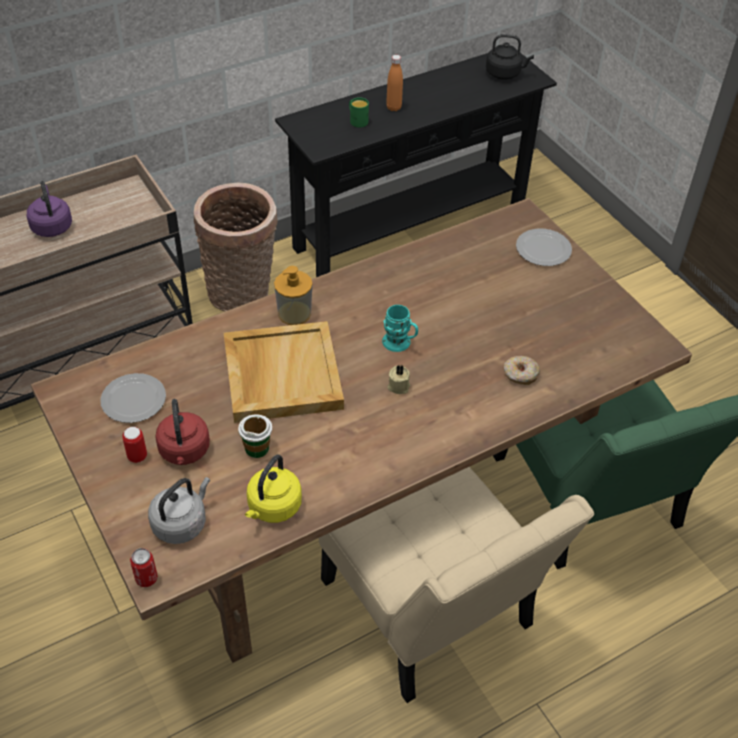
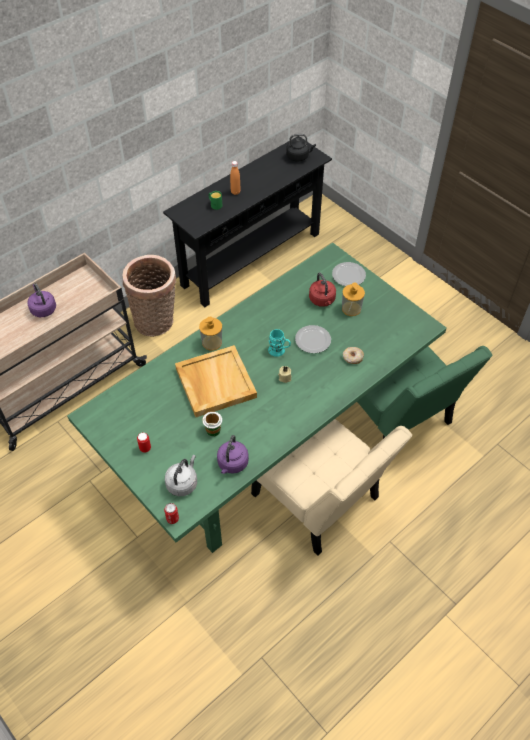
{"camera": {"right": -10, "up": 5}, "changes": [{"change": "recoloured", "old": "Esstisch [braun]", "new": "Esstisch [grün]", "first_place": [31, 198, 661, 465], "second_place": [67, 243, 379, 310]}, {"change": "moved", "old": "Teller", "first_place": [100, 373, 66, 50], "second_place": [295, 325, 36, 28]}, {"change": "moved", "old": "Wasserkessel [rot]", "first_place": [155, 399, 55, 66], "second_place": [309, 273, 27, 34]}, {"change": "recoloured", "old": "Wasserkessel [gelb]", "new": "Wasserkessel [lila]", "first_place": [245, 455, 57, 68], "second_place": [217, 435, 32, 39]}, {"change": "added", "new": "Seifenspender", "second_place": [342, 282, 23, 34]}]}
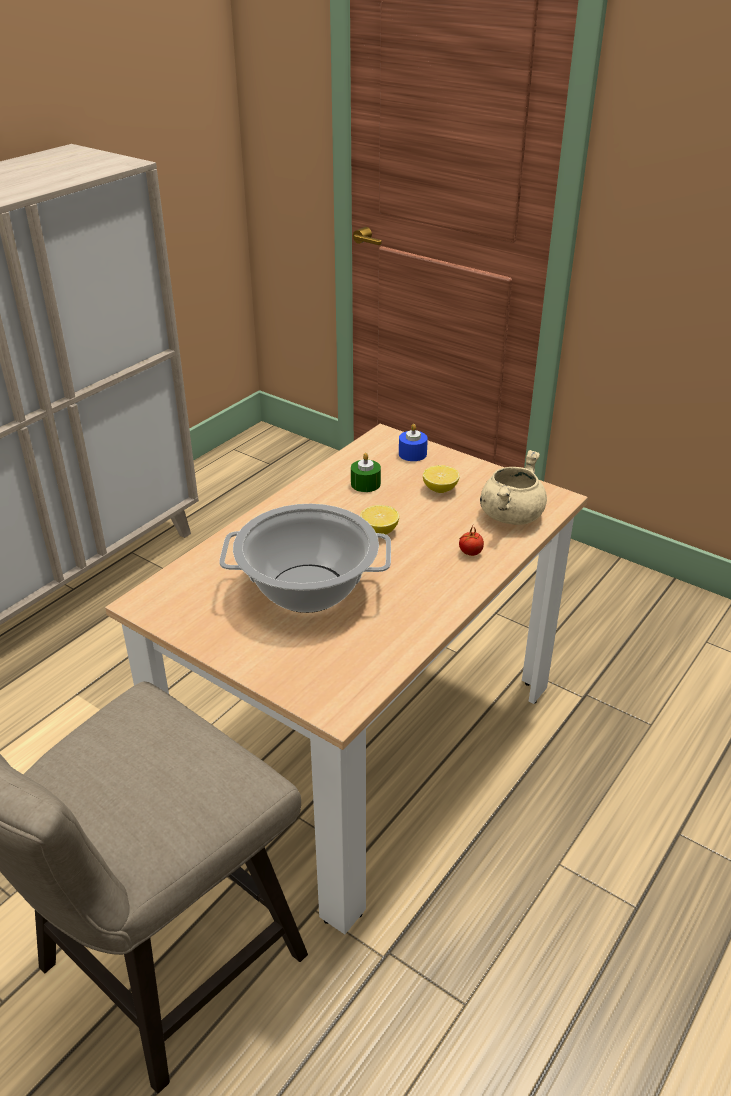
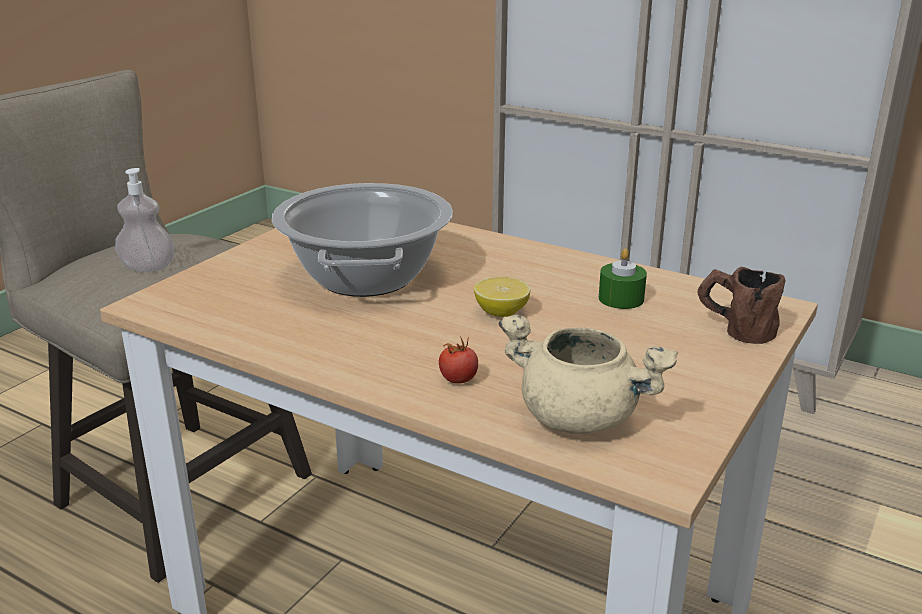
{"camera": {"right": 85, "up": -10}, "changes": [{"change": "replaced", "old": "Kerze [blau]", "new": "Henkelbecher [braun]", "first_place": [399, 424, 29, 37], "second_place": [697, 267, 89, 77]}, {"change": "removed", "old": "Zitrone", "first_place": [423, 465, 37, 28]}, {"change": "added", "new": "Seifenspender", "second_place": [115, 168, 60, 104]}]}
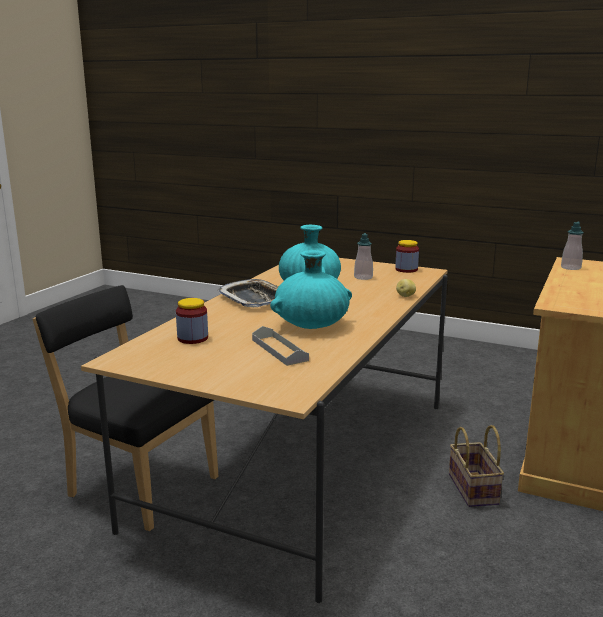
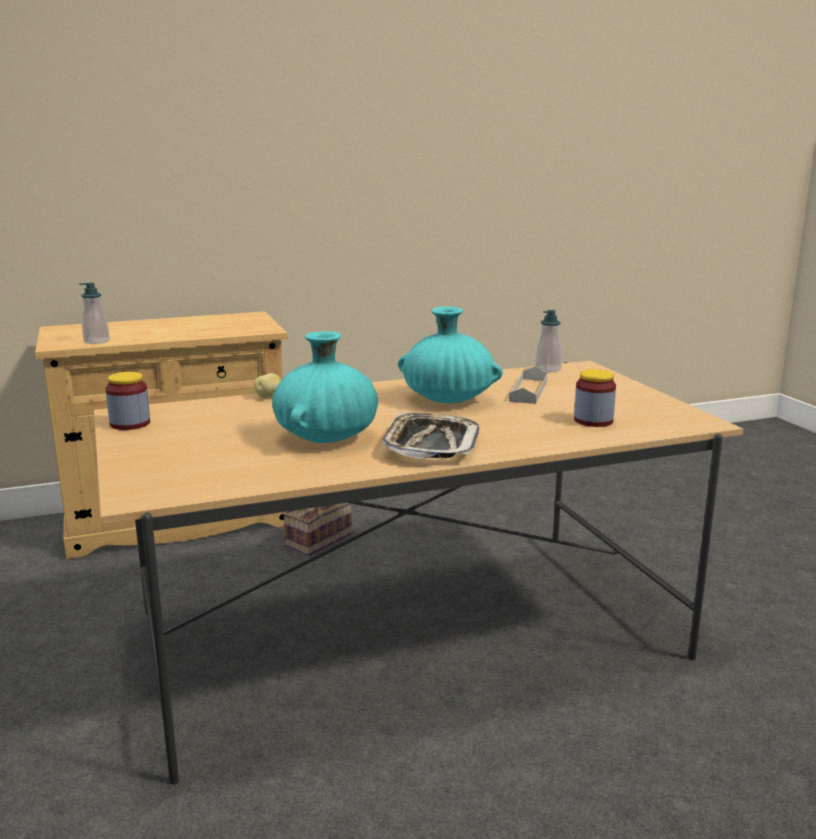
{"camera": {"right": -135, "up": 0}, "changes": [{"change": "removed", "old": "Stuhl [schwarz]", "first_place": [33, 285, 185, 246]}, {"change": "moved", "old": "Seifenspender", "first_place": [354, 233, 19, 47], "second_place": [535, 310, 27, 62]}]}
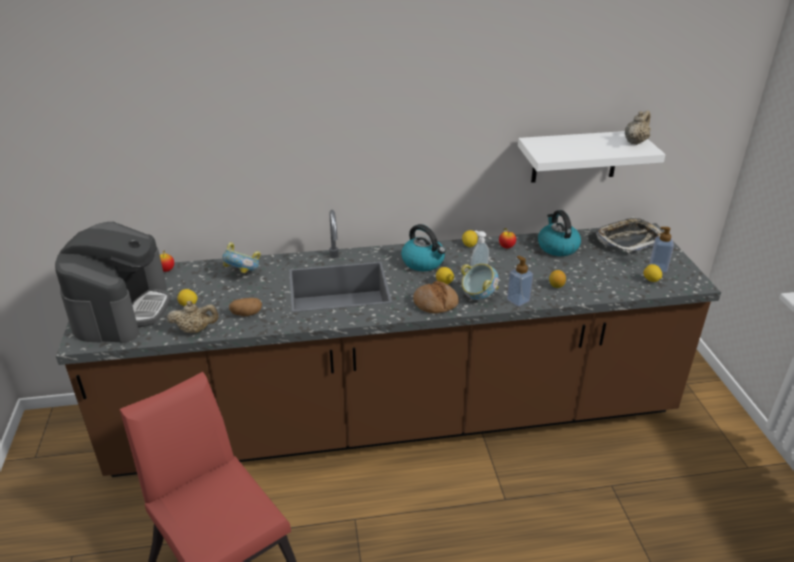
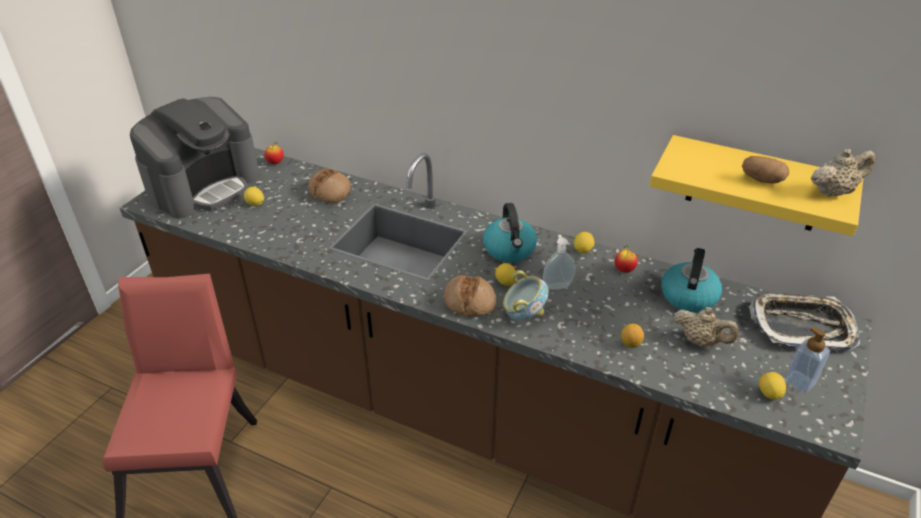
{"camera": {"right": 35, "up": 5}, "changes": [{"change": "moved", "old": "Teekanne [beige]", "first_place": [167, 301, 52, 32], "second_place": [674, 307, 65, 40]}, {"change": "replaced", "old": "Schüssel", "new": "Brot", "first_place": [222, 242, 39, 31], "second_place": [308, 169, 43, 34]}, {"change": "moved", "old": "Kartoffel", "first_place": [229, 298, 33, 18], "second_place": [742, 156, 47, 28]}, {"change": "removed", "old": "Seifenspender", "first_place": [507, 256, 26, 50]}, {"change": "recoloured", "old": "Wandregal [weiß]", "new": "Wandregal [gelb]", "first_place": [518, 131, 148, 52], "second_place": [649, 135, 214, 101]}]}
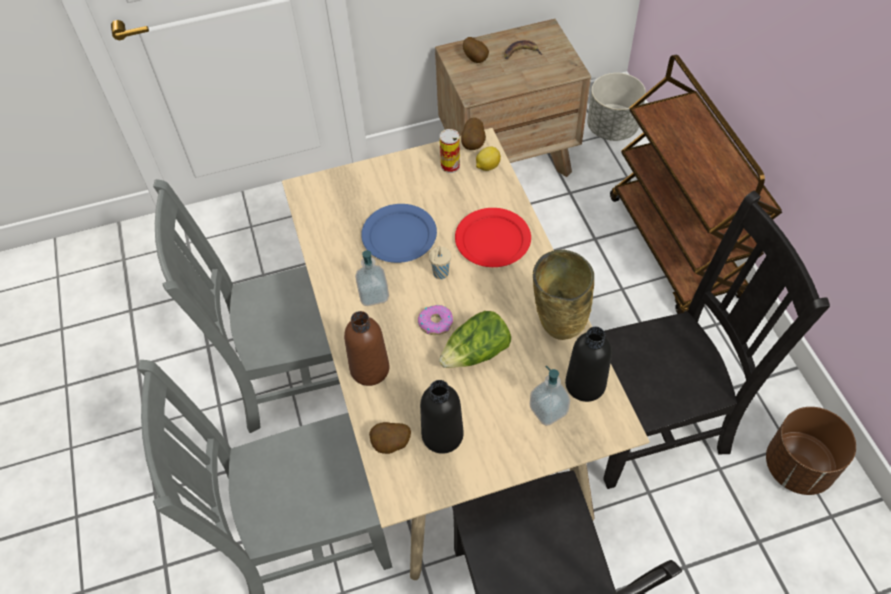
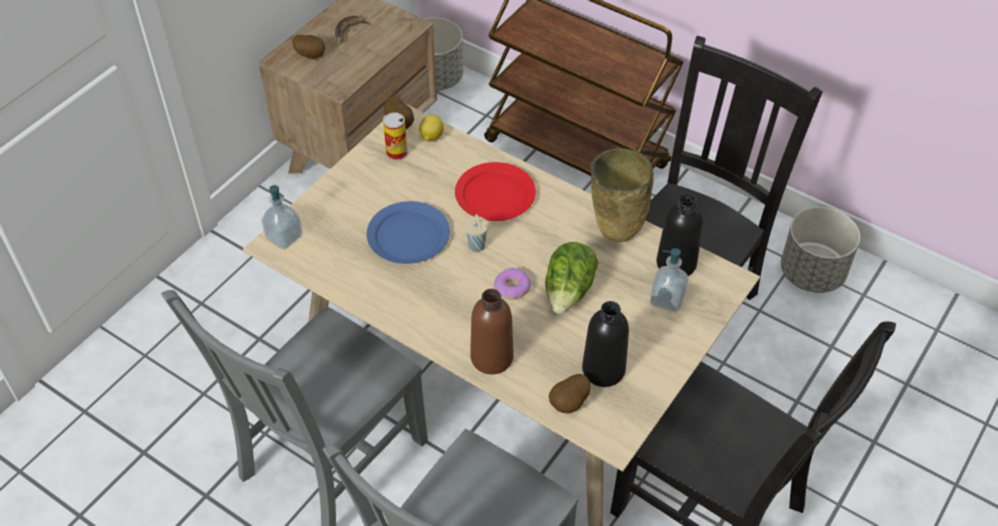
{"camera": {"right": -40, "up": -5}, "changes": [{"change": "moved", "old": "Seifenspender", "first_place": [355, 250, 34, 56], "second_place": [262, 185, 40, 64]}, {"change": "recoloured", "old": "Pflanzkübel [braun]", "new": "Pflanzkübel [grau]", "first_place": [766, 407, 90, 88], "second_place": [781, 207, 79, 86]}]}
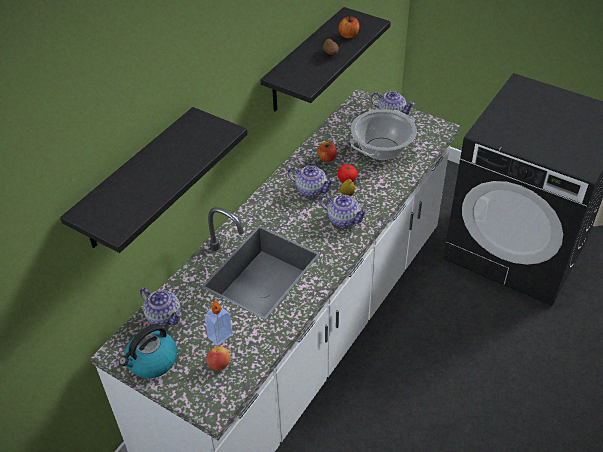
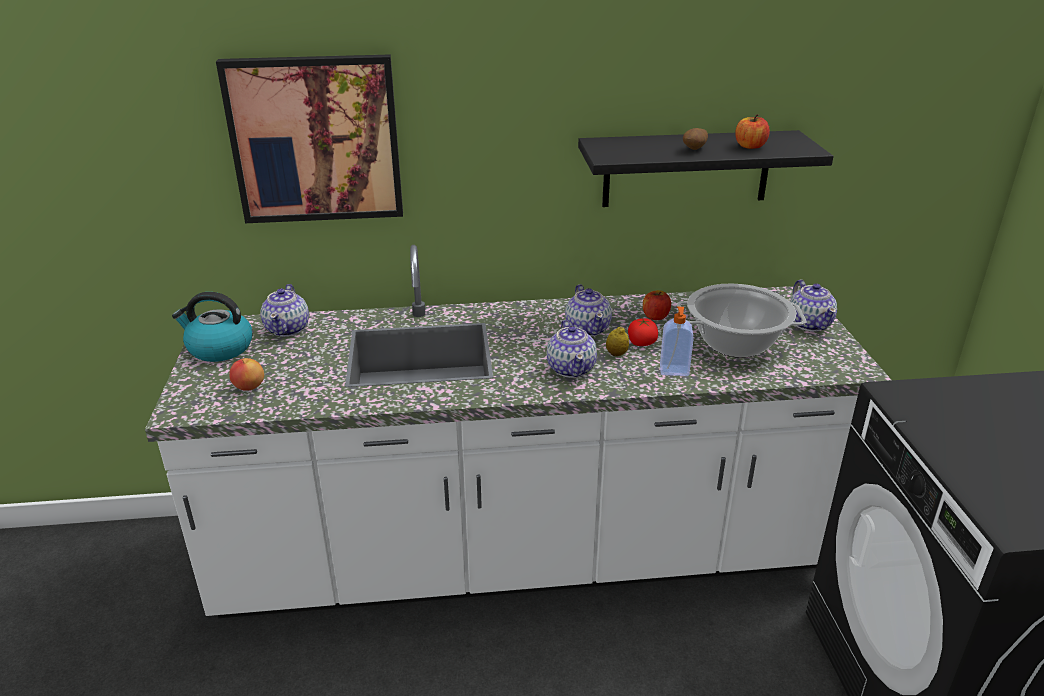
{"camera": {"right": 50, "up": -15}, "changes": [{"change": "replaced", "old": "Wandregal [schwarz]", "new": "Bild", "first_place": [60, 107, 188, 146], "second_place": [216, 54, 187, 169]}, {"change": "moved", "old": "Seifenspender", "first_place": [205, 301, 28, 45], "second_place": [660, 307, 34, 69]}]}
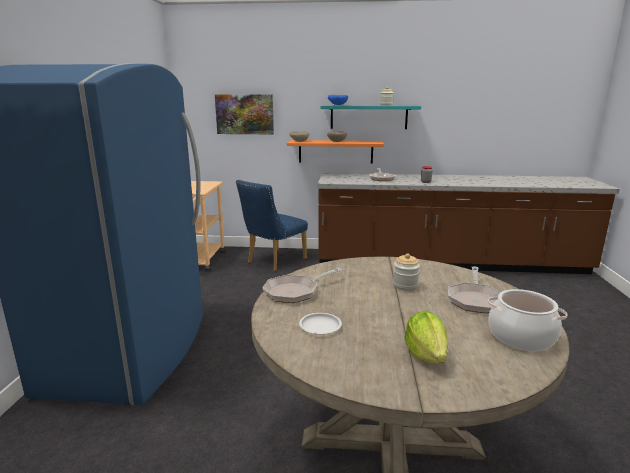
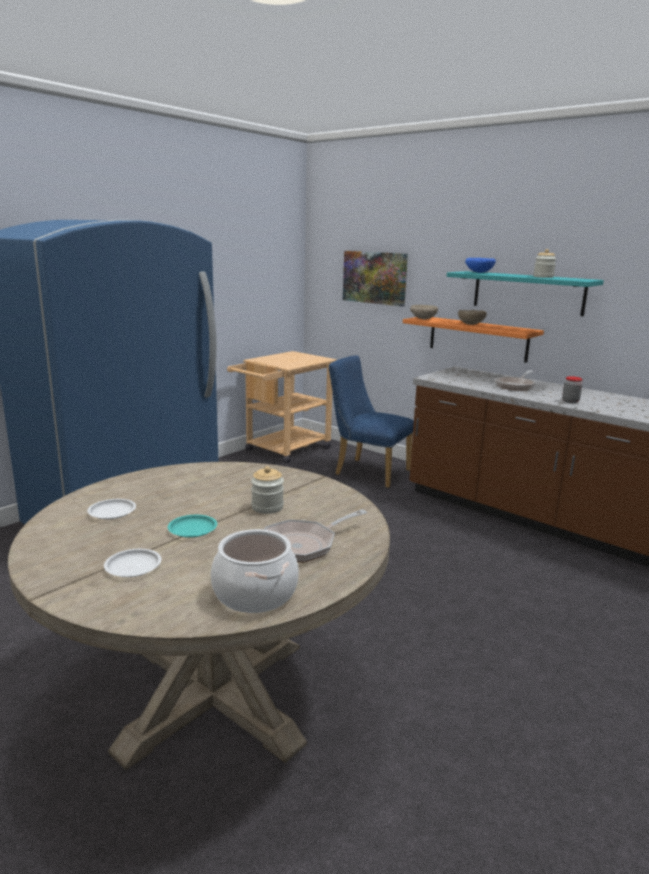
{"camera": {"right": 35, "up": 0}, "changes": [{"change": "turned", "old": "Stuhl [blau]", "first_place": [236, 180, 72, 91], "second_place": [329, 355, 85, 133], "degrees": 45}, {"change": "removed", "old": "Pfanne", "first_place": [263, 268, 80, 35]}, {"change": "replaced", "old": "Salatkopf", "new": "Teller [weiß]", "first_place": [404, 311, 44, 52], "second_place": [104, 549, 58, 28]}, {"change": "added", "new": "Teller [türkis]", "second_place": [168, 515, 49, 23]}]}
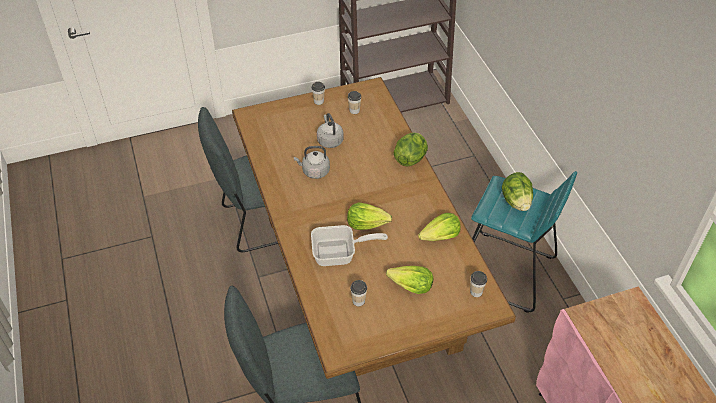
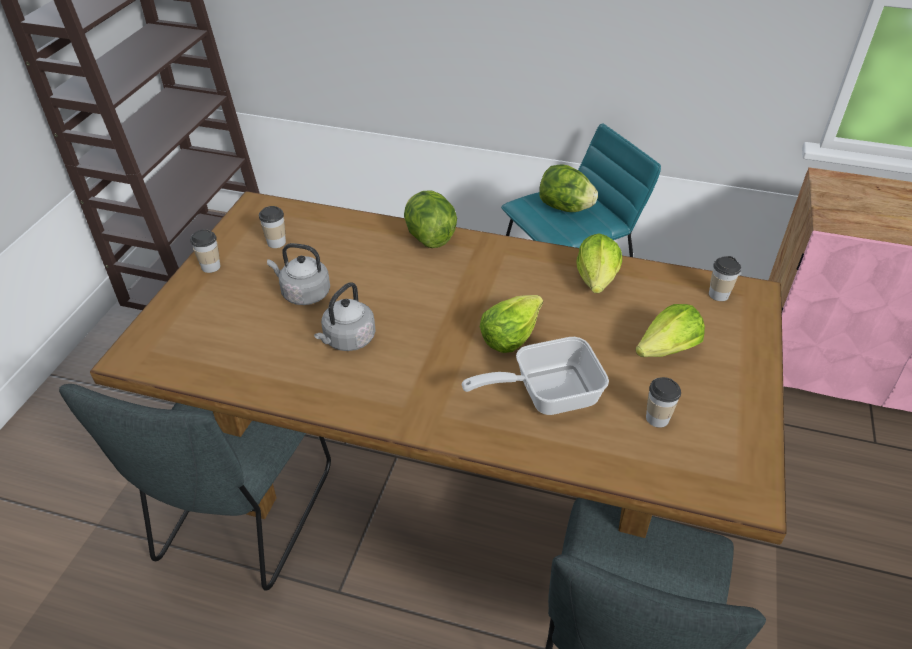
{"camera": {"right": -55, "up": -5}, "changes": [{"change": "turned", "old": "Pfanne", "first_place": [311, 225, 77, 41], "second_place": [462, 337, 147, 78], "degrees": -135}]}
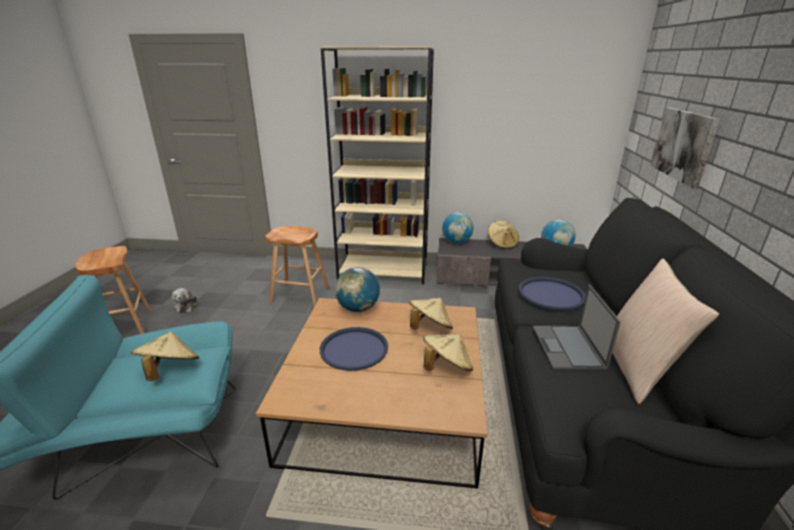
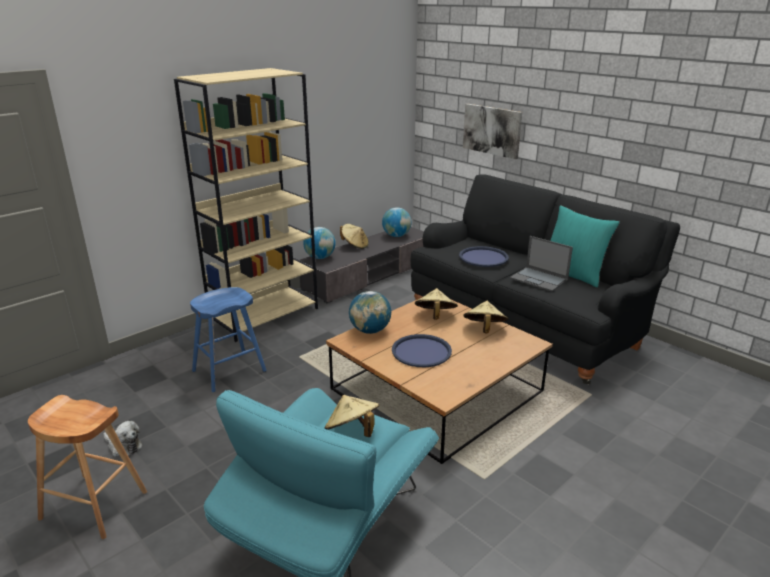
{"camera": {"right": -50, "up": 0}, "changes": [{"change": "recoloured", "old": "Hocker [braun]", "new": "Hocker [blau]", "first_place": [265, 226, 65, 81], "second_place": [190, 287, 77, 105]}, {"change": "recoloured", "old": "Kissen [beige]", "new": "Kissen [türkis]", "first_place": [612, 258, 107, 146], "second_place": [550, 205, 70, 83]}]}
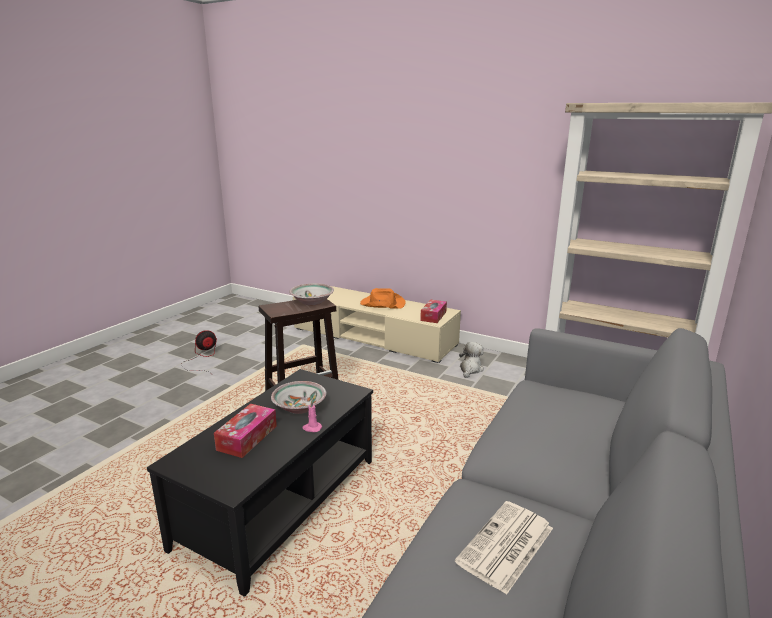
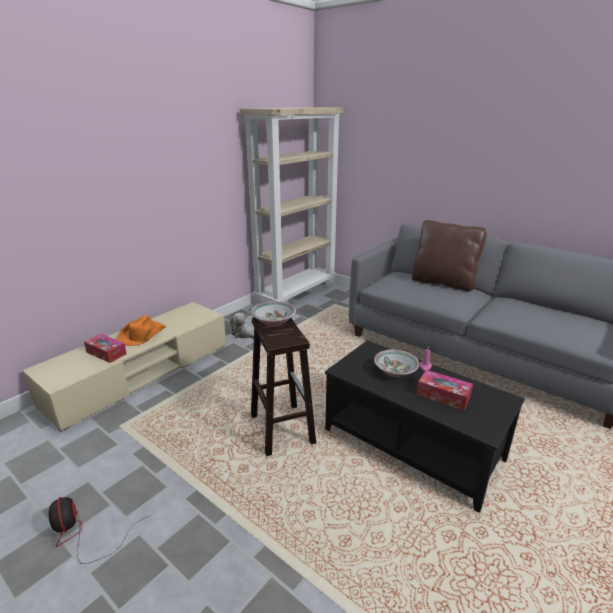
{"camera": {"right": -80, "up": 5}, "changes": [{"change": "moved", "old": "Taschentuchbox", "first_place": [420, 300, 27, 23], "second_place": [84, 334, 43, 29]}, {"change": "removed", "old": "Zeitung", "first_place": [455, 501, 98, 94]}, {"change": "added", "new": "Kissen [braun]", "second_place": [412, 220, 75, 71]}]}
